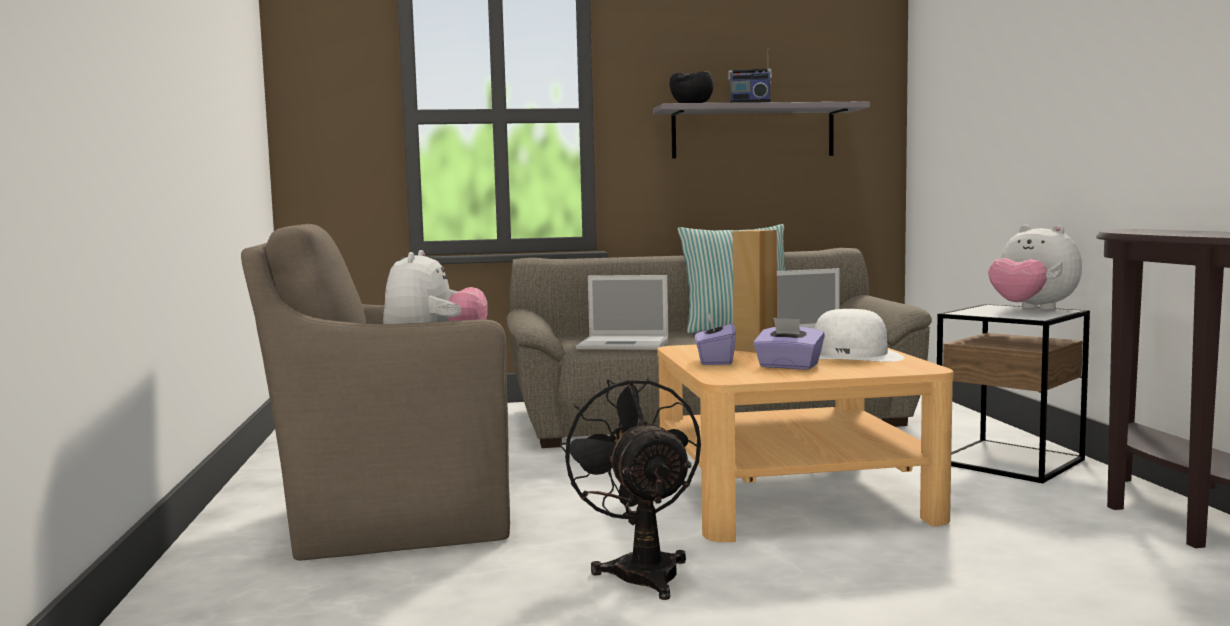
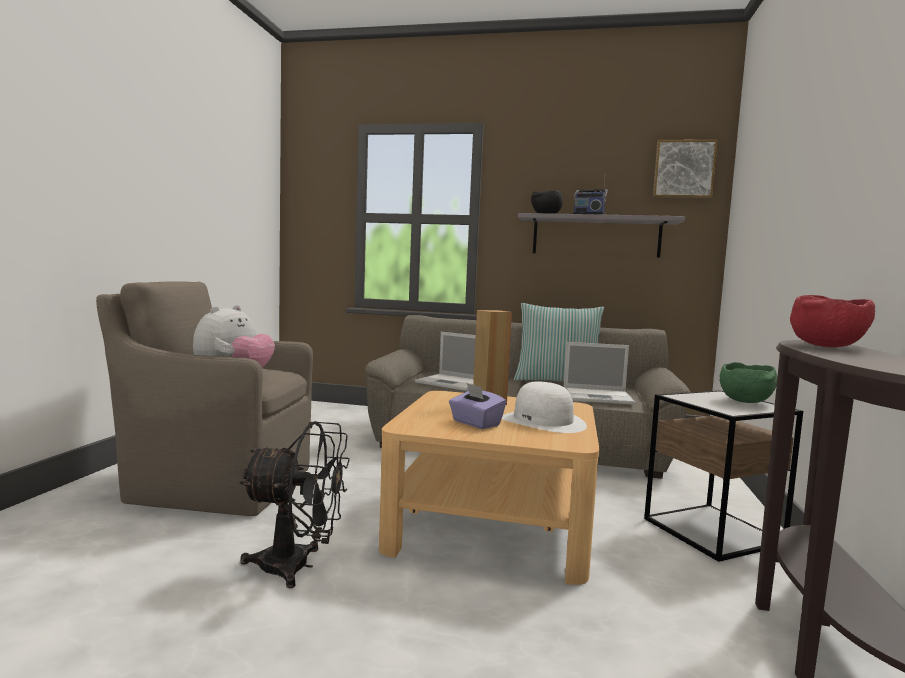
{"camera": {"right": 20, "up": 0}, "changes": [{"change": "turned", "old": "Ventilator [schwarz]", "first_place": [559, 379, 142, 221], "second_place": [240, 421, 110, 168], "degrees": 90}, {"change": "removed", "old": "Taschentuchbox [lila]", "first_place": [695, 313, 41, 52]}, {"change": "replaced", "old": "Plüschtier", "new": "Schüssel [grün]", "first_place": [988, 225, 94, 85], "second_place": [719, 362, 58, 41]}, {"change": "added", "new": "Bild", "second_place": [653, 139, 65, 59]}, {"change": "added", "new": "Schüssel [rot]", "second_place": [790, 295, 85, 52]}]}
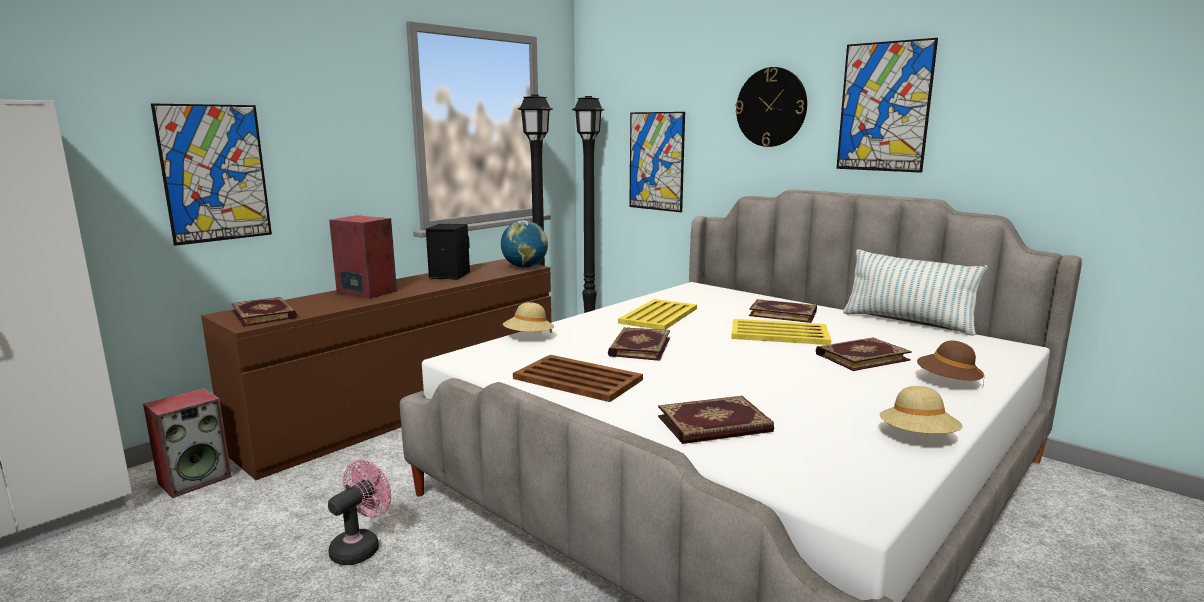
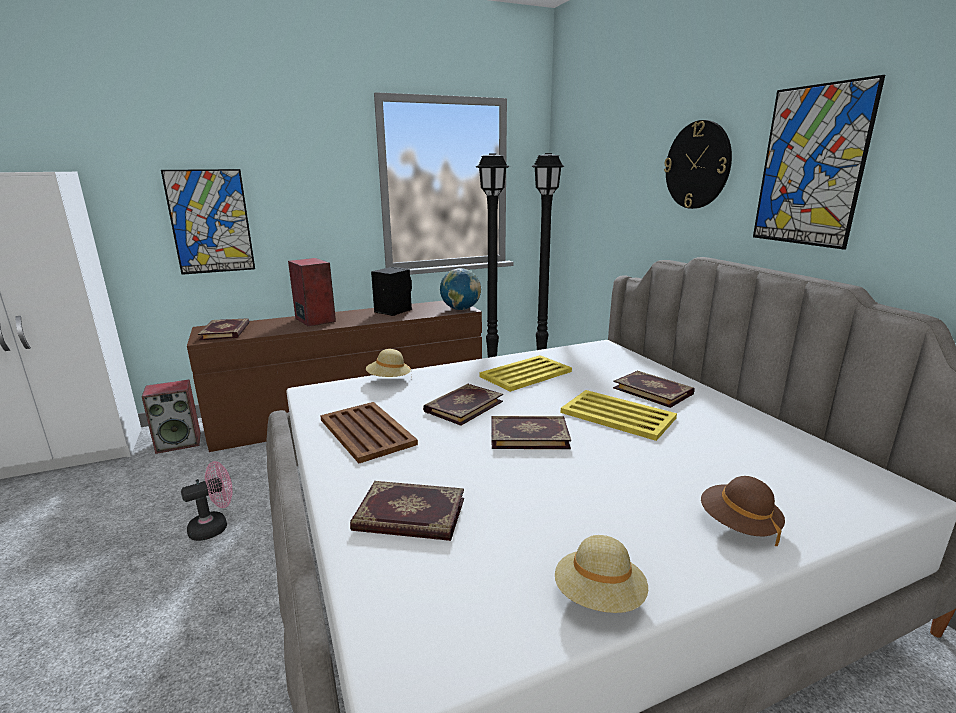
{"camera": {"right": 25, "up": 5}, "changes": [{"change": "removed", "old": "Bild", "first_place": [629, 112, 56, 100]}, {"change": "moved", "old": "Buch", "first_place": [816, 337, 96, 34], "second_place": [491, 416, 80, 33]}, {"change": "removed", "old": "Kissen", "first_place": [843, 249, 145, 87]}]}
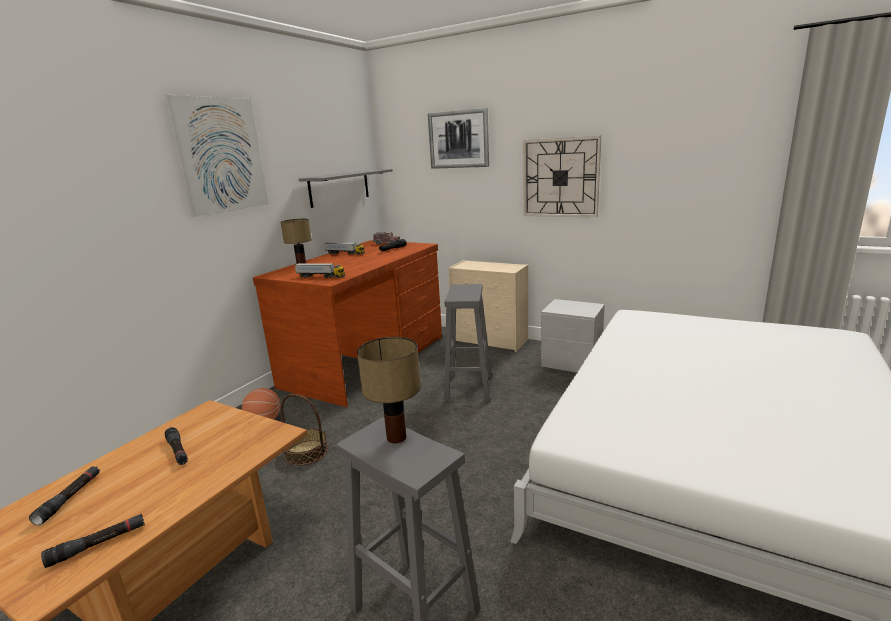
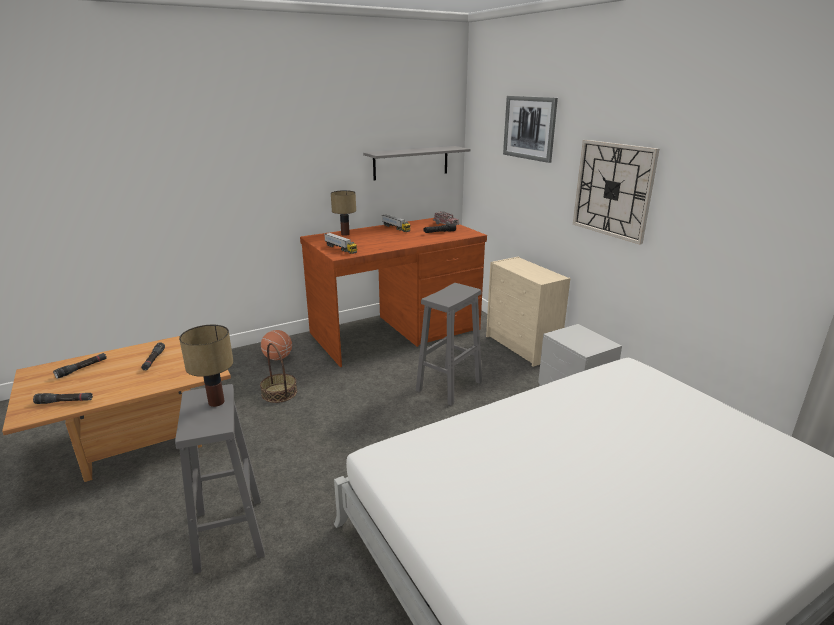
{"camera": {"right": 30, "up": 5}, "changes": [{"change": "removed", "old": "Bild", "first_place": [165, 95, 104, 122]}]}
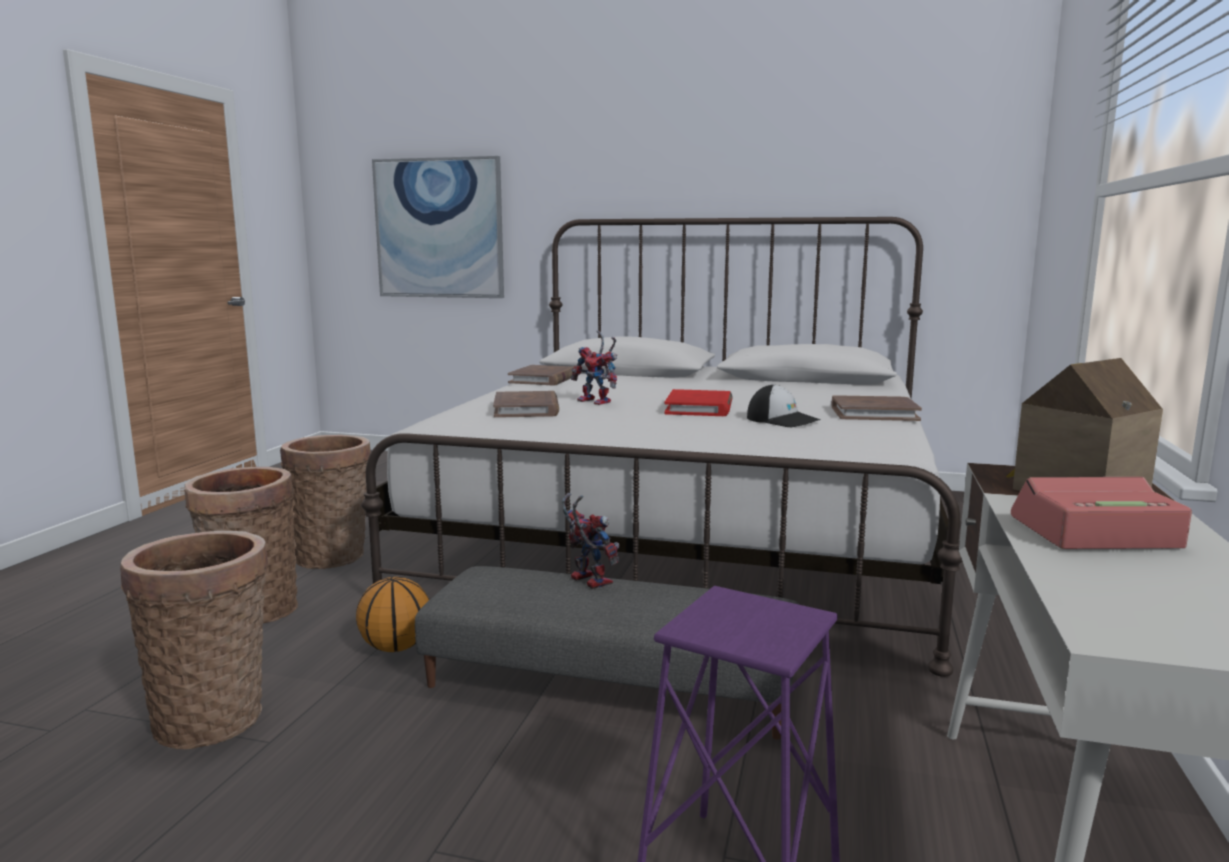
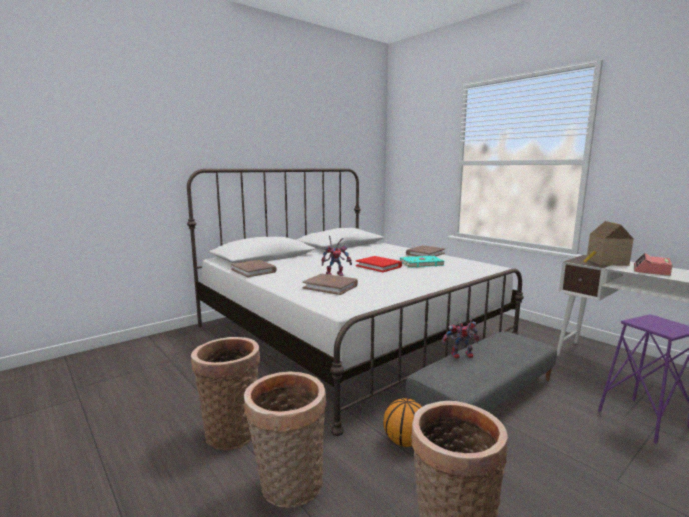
{"camera": {"right": -55, "up": 0}, "changes": [{"change": "removed", "old": "Bild", "first_place": [372, 156, 132, 142]}, {"change": "replaced", "old": "Kappe", "new": "Buch [türkis]", "first_place": [747, 384, 74, 43], "second_place": [400, 256, 45, 12]}]}
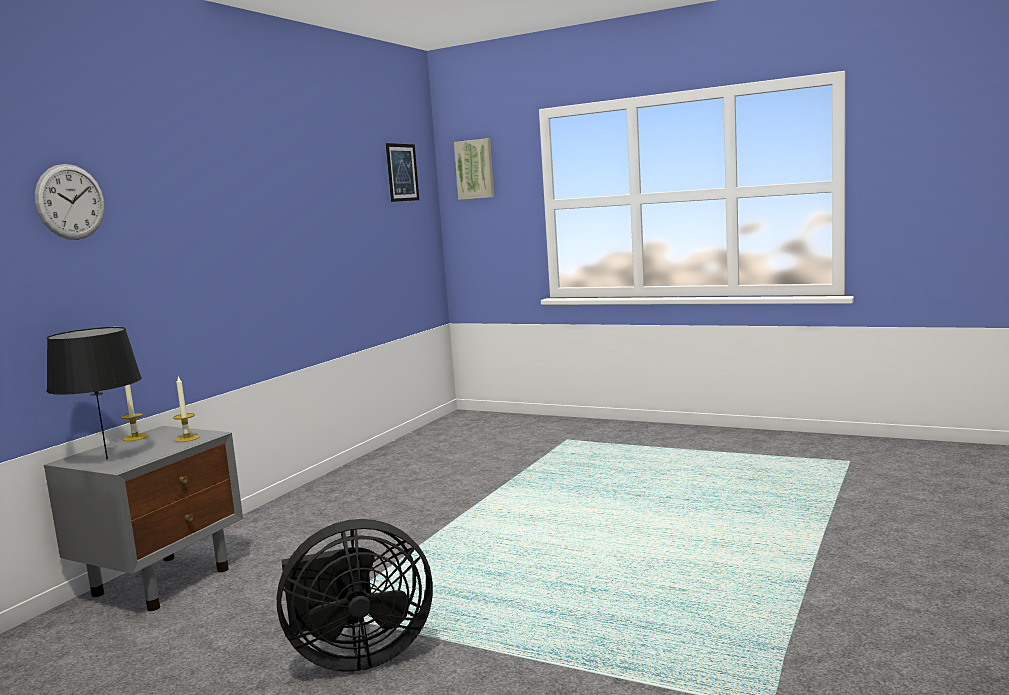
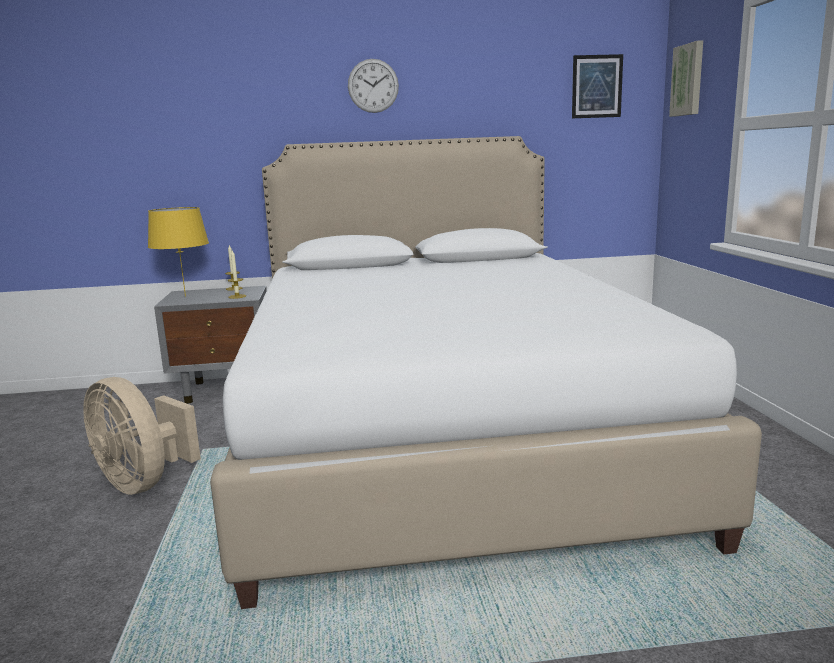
{"camera": {"right": 55, "up": 5}, "changes": [{"change": "moved", "old": "Wanduhr", "first_place": [35, 164, 70, 76], "second_place": [348, 59, 51, 54]}, {"change": "recoloured", "old": "Tischlampe [schwarz]", "new": "Tischlampe [gelb]", "first_place": [47, 327, 95, 132], "second_place": [148, 207, 61, 90]}, {"change": "recoloured", "old": "Ventilator [schwarz]", "new": "Ventilator [beige]", "first_place": [277, 519, 156, 153], "second_place": [83, 377, 118, 118]}, {"change": "added", "new": "Bett [weiß]", "second_place": [210, 136, 552, 473]}]}
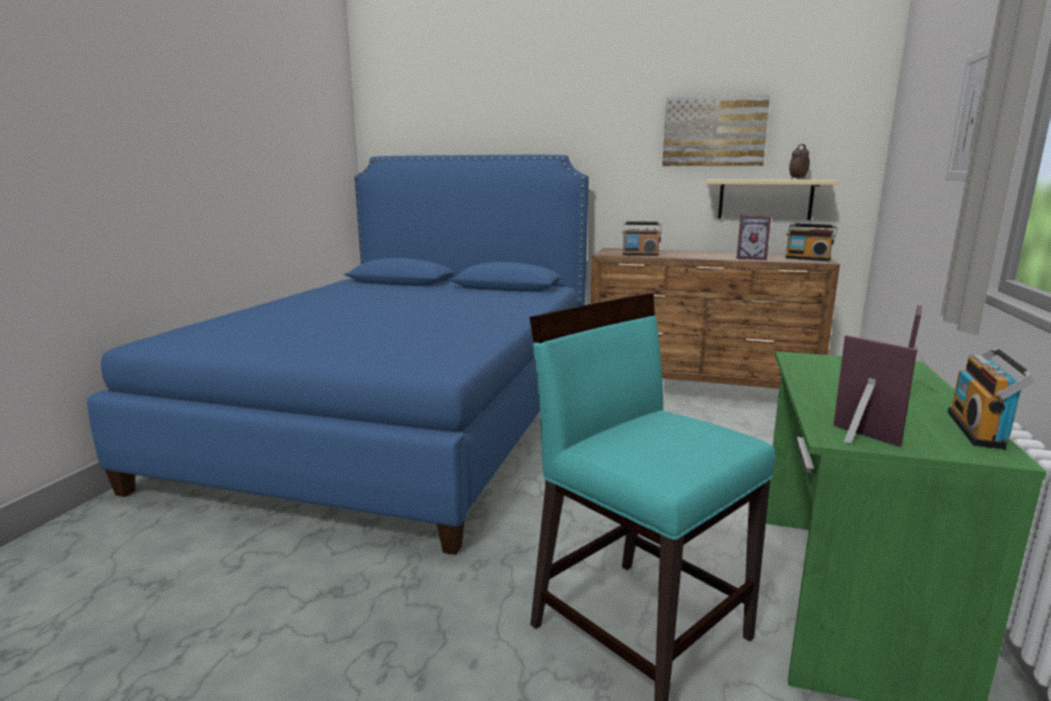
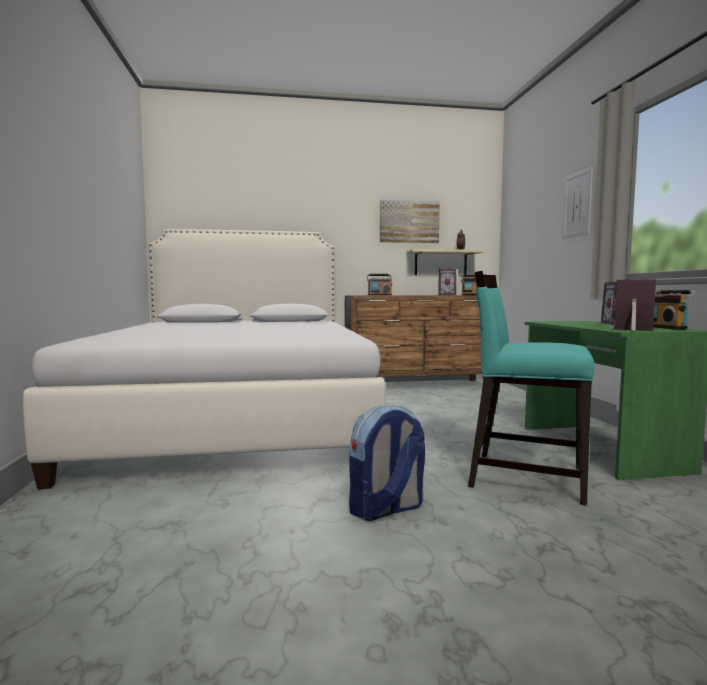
{"camera": {"right": -25, "up": -10}, "changes": [{"change": "recoloured", "old": "Bett [blau]", "new": "Bett [weiß]", "first_place": [87, 155, 502, 400], "second_place": [23, 229, 363, 260]}, {"change": "added", "new": "Rucksack", "second_place": [349, 405, 76, 116]}]}
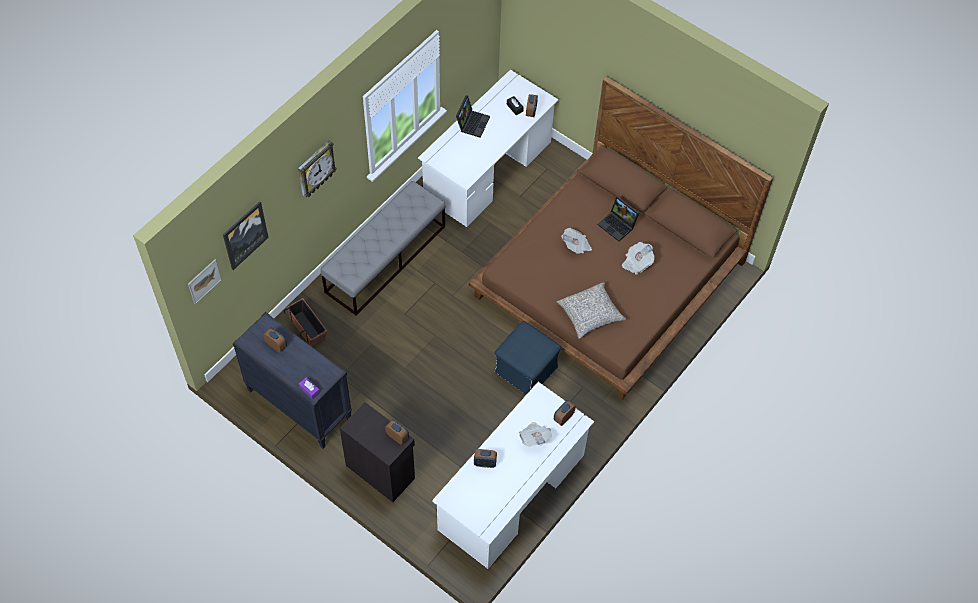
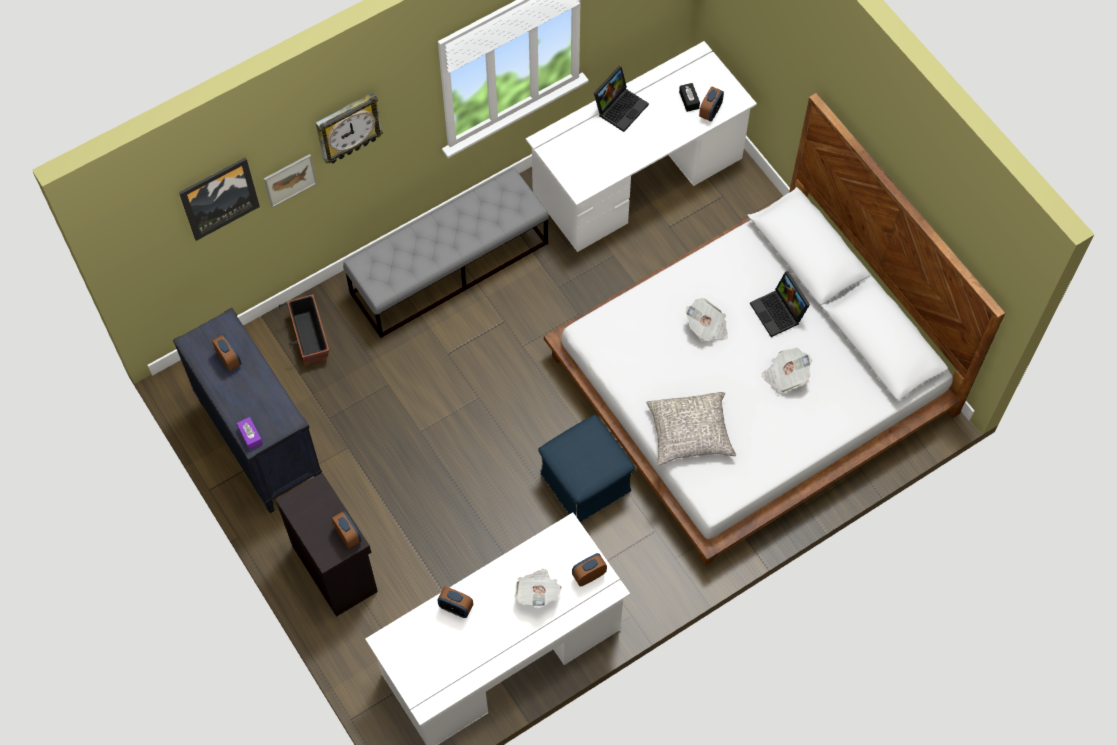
{"camera": {"right": 20, "up": 5}, "changes": [{"change": "moved", "old": "Bild", "first_place": [188, 259, 34, 45], "second_place": [264, 154, 53, 54]}, {"change": "recoloured", "old": "Bett [braun]", "new": "Bett [weiß]", "first_place": [469, 76, 304, 324], "second_place": [544, 93, 461, 473]}]}
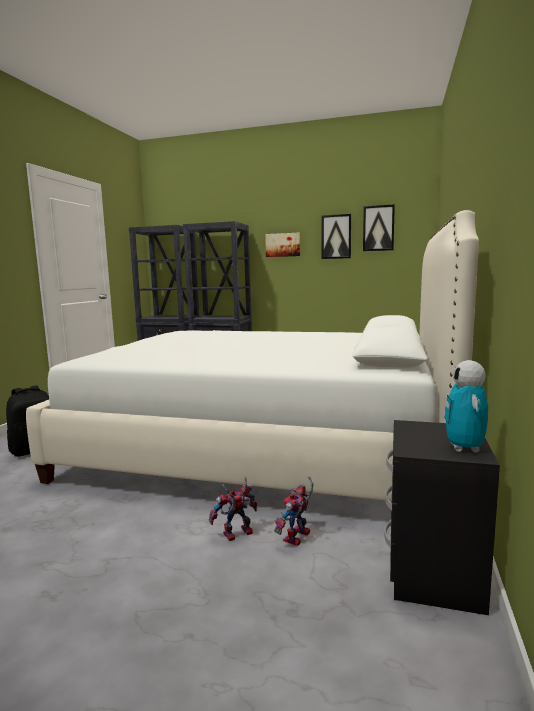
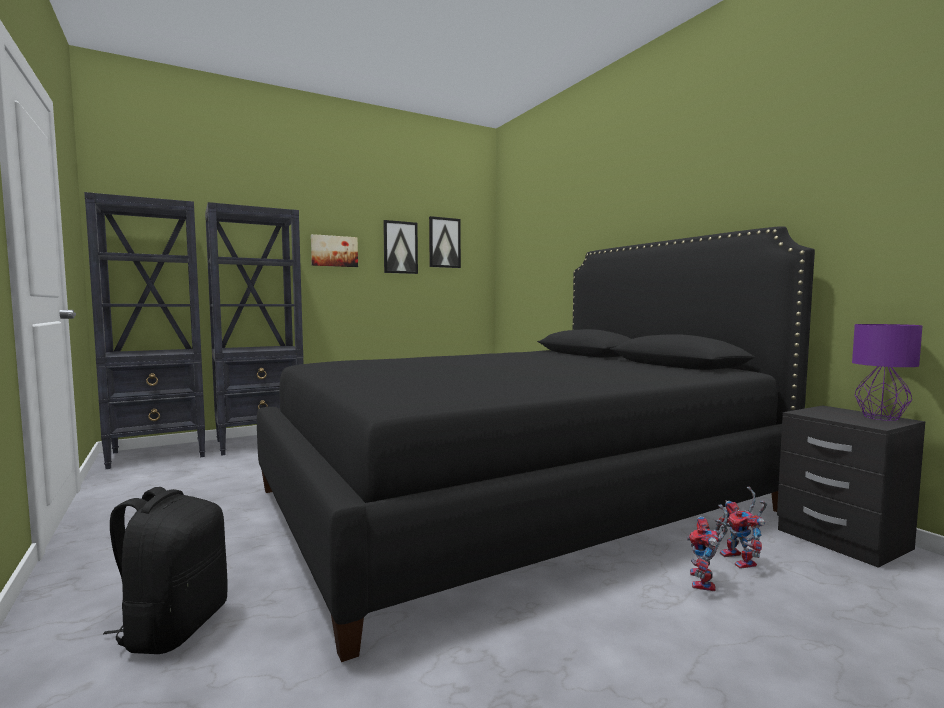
{"camera": {"right": -45, "up": -5}, "changes": [{"change": "recoloured", "old": "Bett [weiß]", "new": "Bett [schwarz]", "first_place": [26, 210, 453, 291], "second_place": [257, 226, 558, 436]}, {"change": "replaced", "old": "Spielzeugroboter", "new": "Tischlampe [lila]", "first_place": [444, 360, 44, 93], "second_place": [852, 324, 70, 97]}]}
